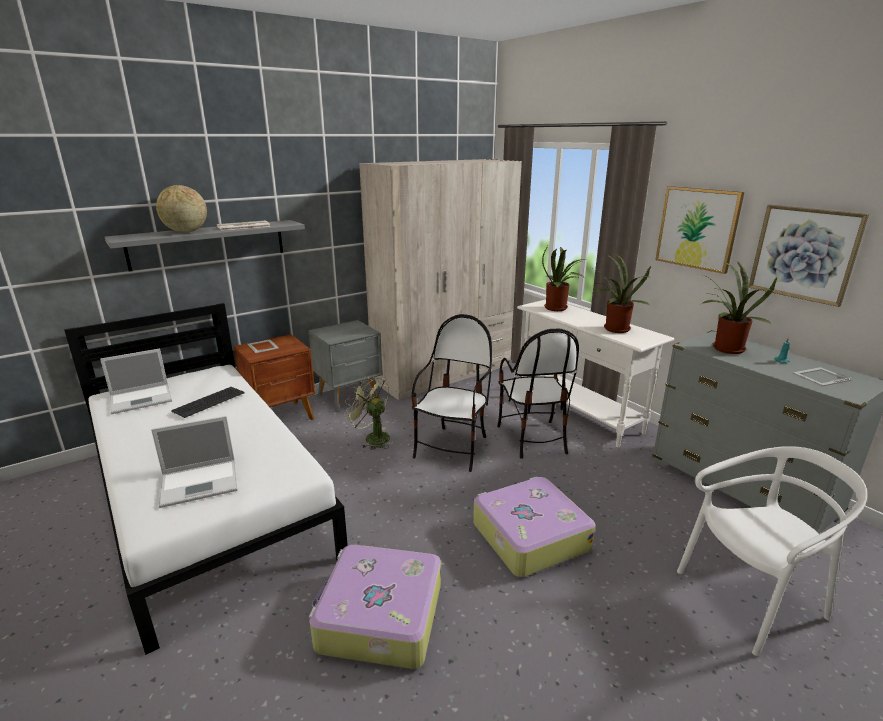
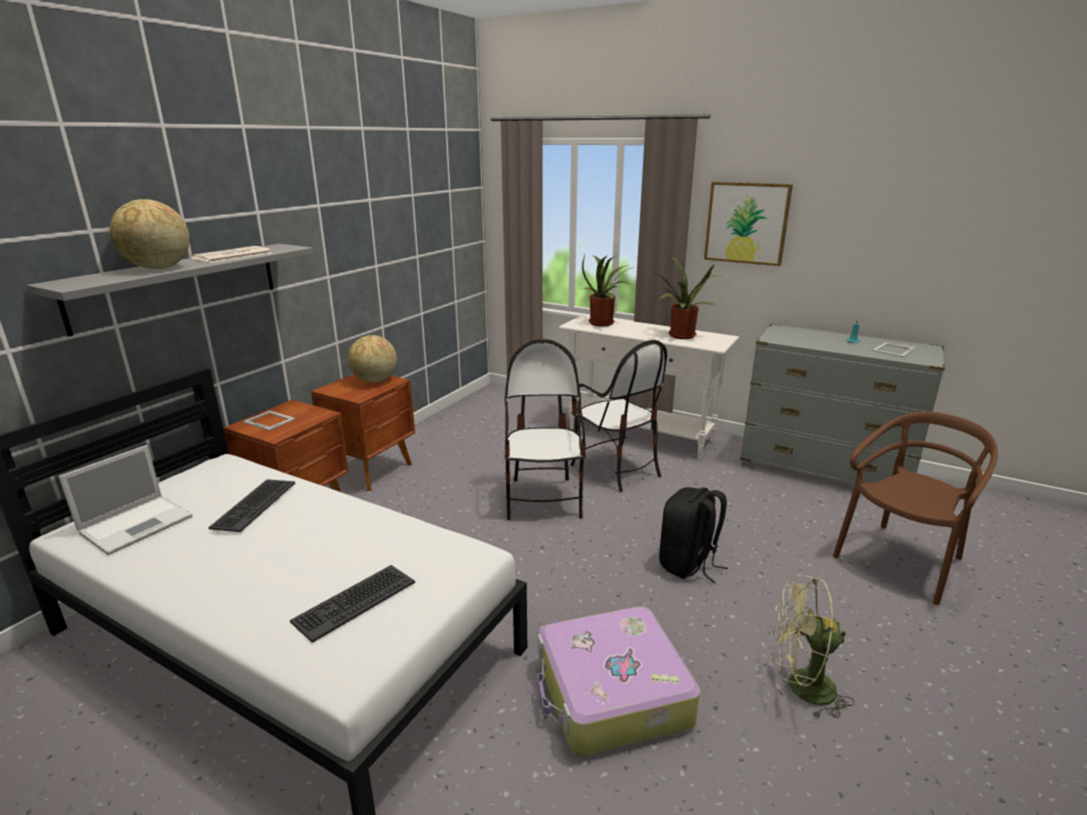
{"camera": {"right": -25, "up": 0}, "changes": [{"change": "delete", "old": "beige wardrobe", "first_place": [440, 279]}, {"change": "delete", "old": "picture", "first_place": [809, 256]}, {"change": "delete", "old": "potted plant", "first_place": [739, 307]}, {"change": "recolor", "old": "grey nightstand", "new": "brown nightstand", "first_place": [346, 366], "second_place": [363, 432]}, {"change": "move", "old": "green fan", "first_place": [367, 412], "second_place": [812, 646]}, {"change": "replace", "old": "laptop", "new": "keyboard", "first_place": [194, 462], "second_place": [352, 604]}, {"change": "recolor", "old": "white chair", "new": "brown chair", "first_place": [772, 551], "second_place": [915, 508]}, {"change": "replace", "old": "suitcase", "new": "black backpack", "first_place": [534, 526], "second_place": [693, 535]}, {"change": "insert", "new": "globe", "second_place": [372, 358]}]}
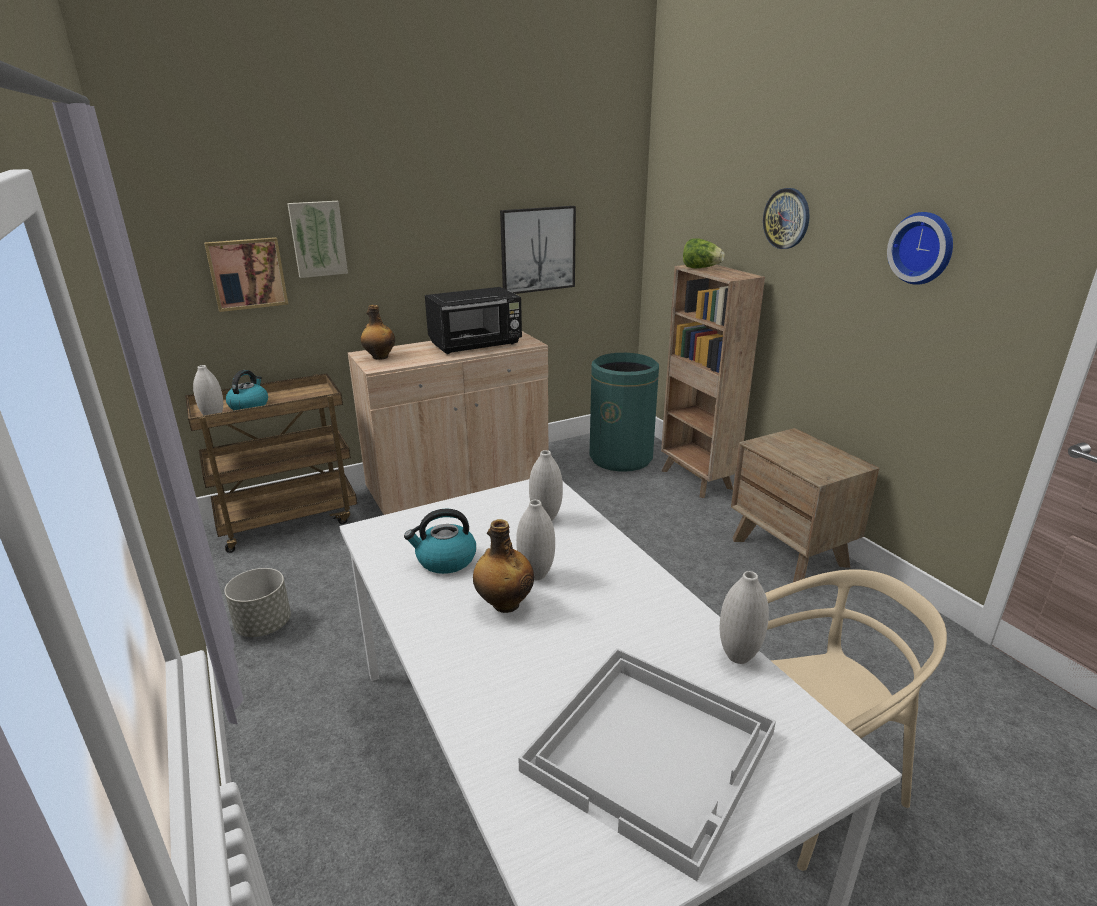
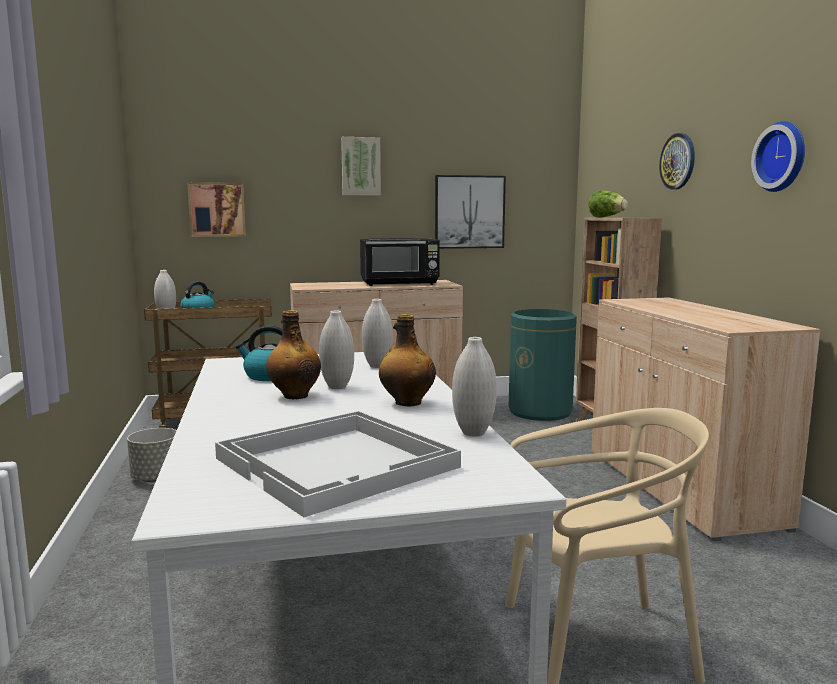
{"camera": {"right": 15, "up": -15}, "changes": [{"change": "move", "old": "picture", "first_place": [317, 239], "second_place": [361, 166]}, {"change": "move", "old": "bottle", "first_place": [378, 332], "second_place": [407, 360]}, {"change": "replace", "old": "brown nightstand", "new": "beige cabinet", "first_place": [805, 505], "second_place": [706, 419]}]}
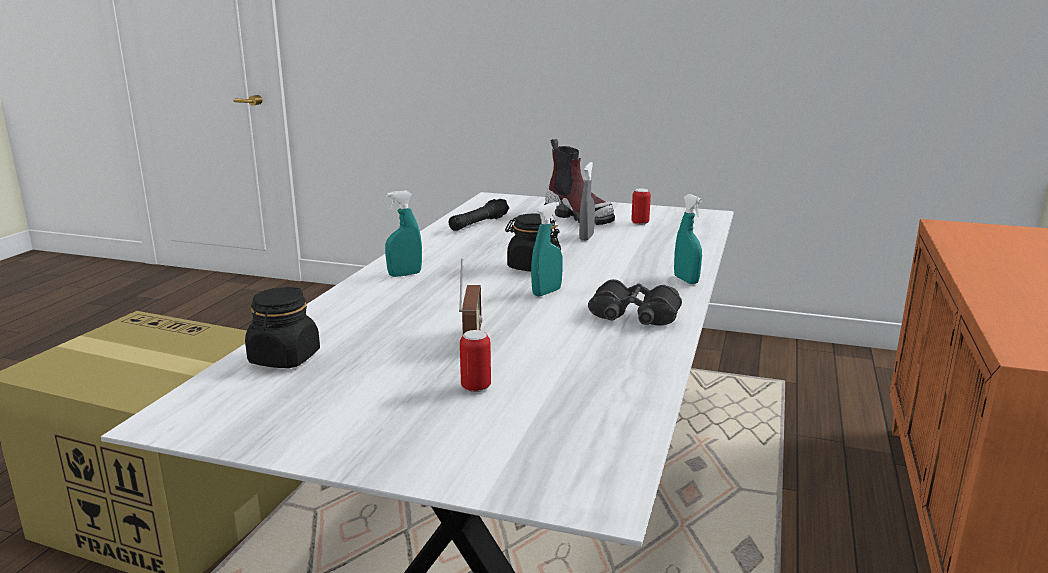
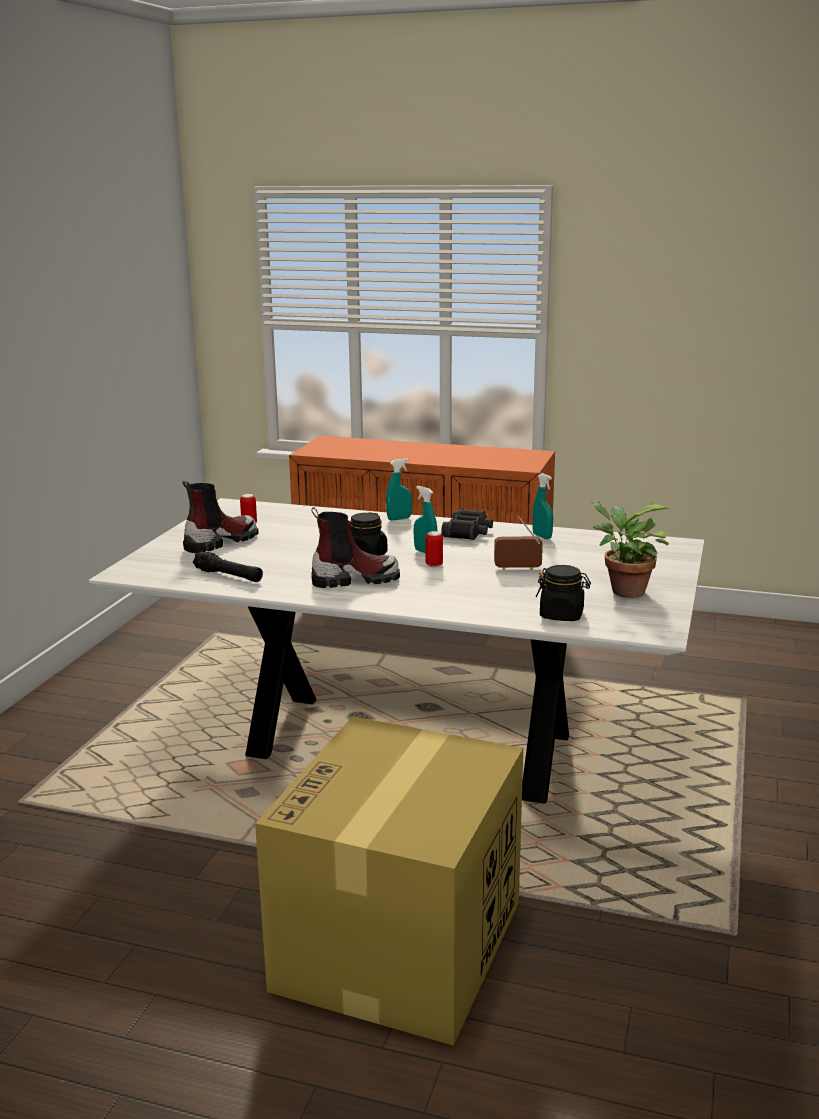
{"camera": {"right": -90, "up": 0}, "changes": [{"change": "delete", "old": "grey spray bottle", "first_place": [587, 201]}, {"change": "move", "old": "turquoise spray bottle", "first_place": [403, 234], "second_place": [542, 506]}, {"change": "move", "old": "can", "first_place": [475, 361], "second_place": [434, 549]}, {"change": "insert", "new": "potted plant", "second_place": [630, 550]}, {"change": "insert", "new": "boot", "second_place": [355, 547]}]}
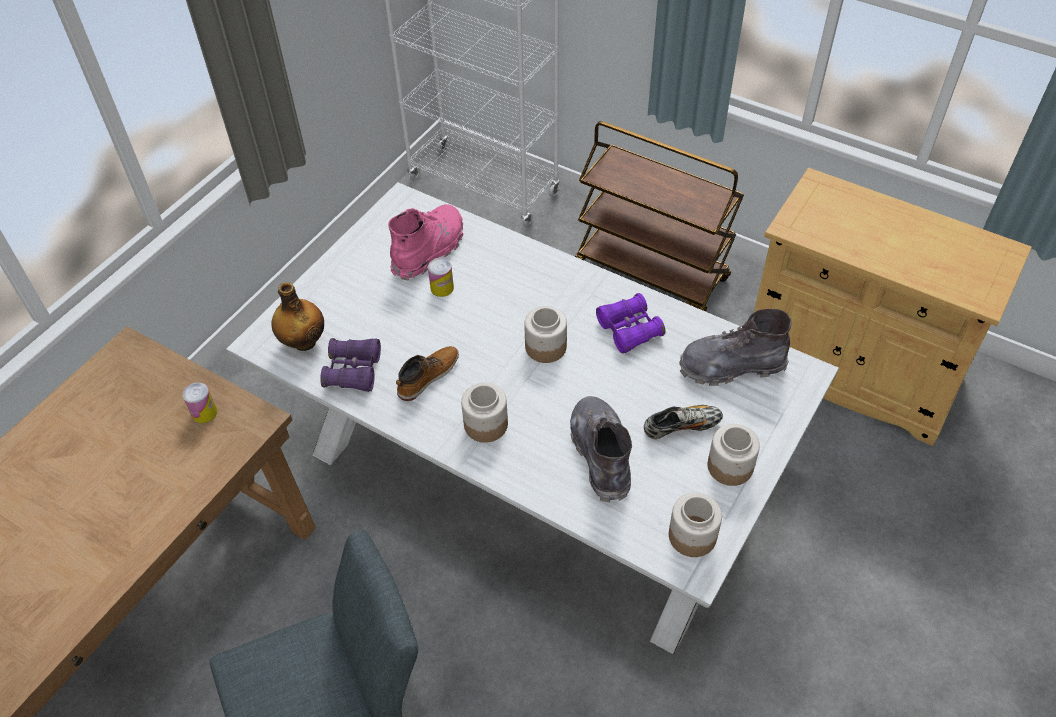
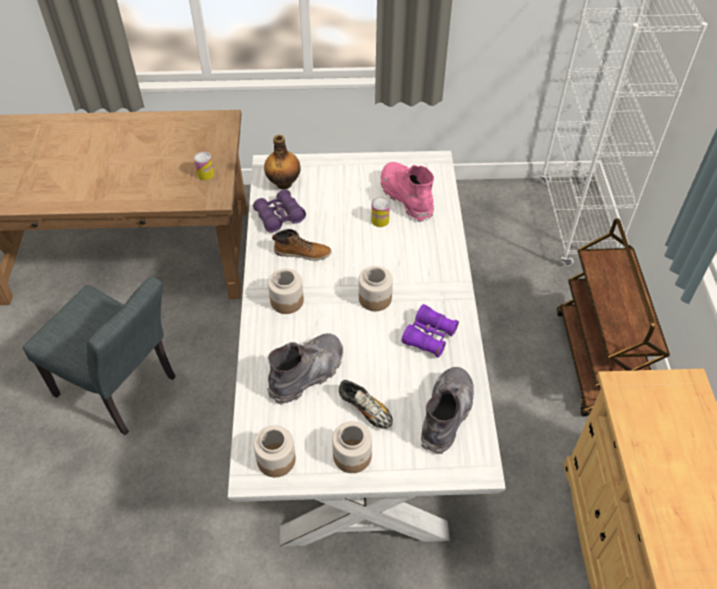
{"camera": {"right": 55, "up": 0}, "changes": [{"change": "rotate", "old": "pink boot", "first_place": [425, 242], "second_place": [407, 191], "degrees": -120}, {"change": "rotate", "old": "grey boot", "first_place": [735, 347], "second_place": [447, 410], "degrees": 60}]}
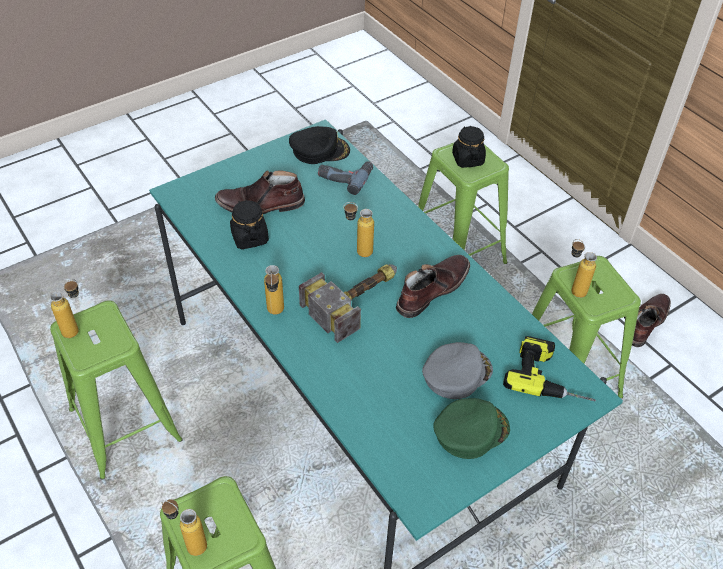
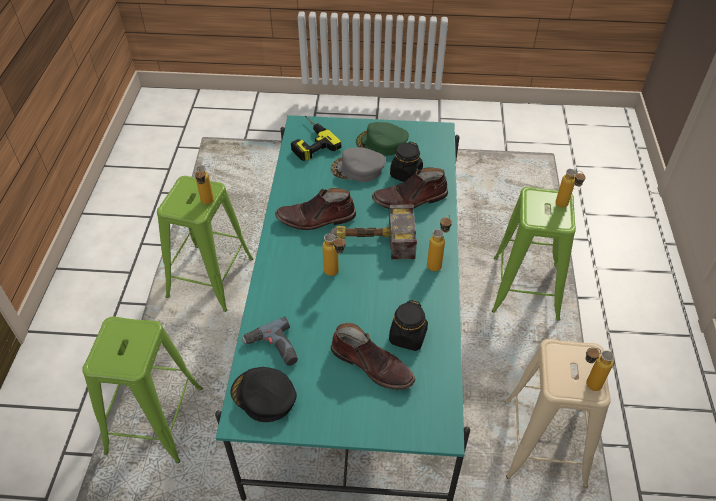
{"camera": {"right": -140, "up": 0}, "changes": [{"change": "move", "old": "black jar", "first_place": [469, 147], "second_place": [406, 162]}, {"change": "move", "old": "brown boot", "first_place": [651, 320], "second_place": [410, 188]}, {"change": "recolor", "old": "green stool", "new": "beige stool", "first_place": [116, 390], "second_place": [558, 413]}]}
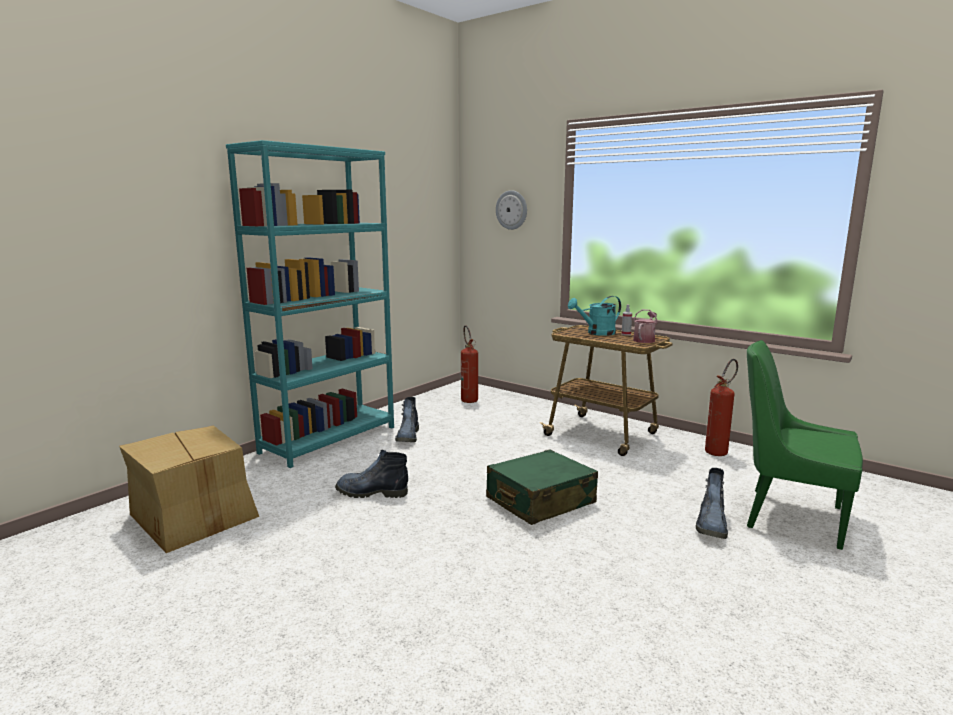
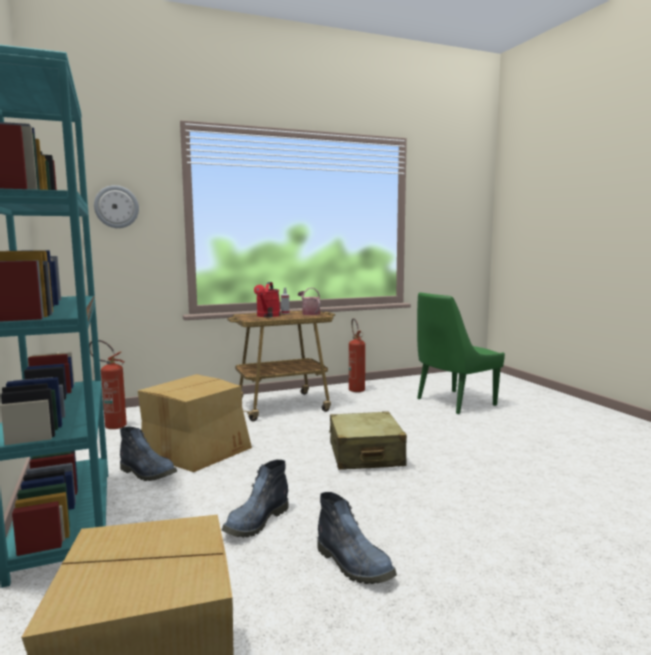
{"camera": {"right": -60, "up": -5}, "changes": [{"change": "recolor", "old": "turquoise watering can", "new": "red watering can", "first_place": [594, 316], "second_place": [267, 299]}, {"change": "recolor", "old": "green suitcase", "new": "beige suitcase", "first_place": [542, 487], "second_place": [368, 440]}, {"change": "move", "old": "boot", "first_place": [712, 503], "second_place": [357, 538]}, {"change": "insert", "new": "cardboard box", "second_place": [195, 423]}]}
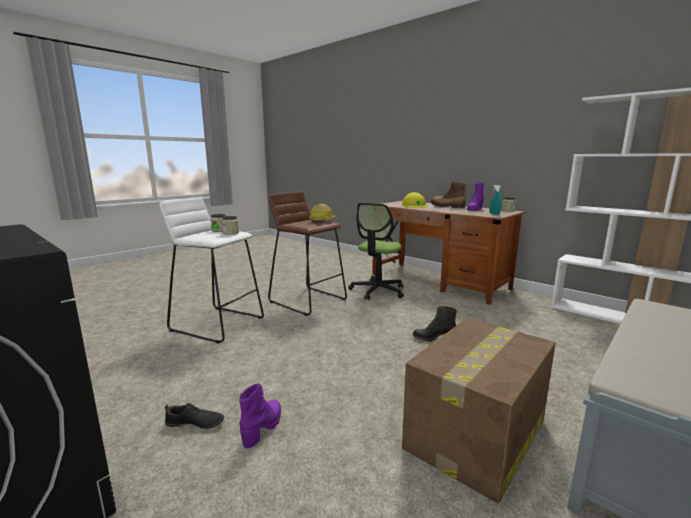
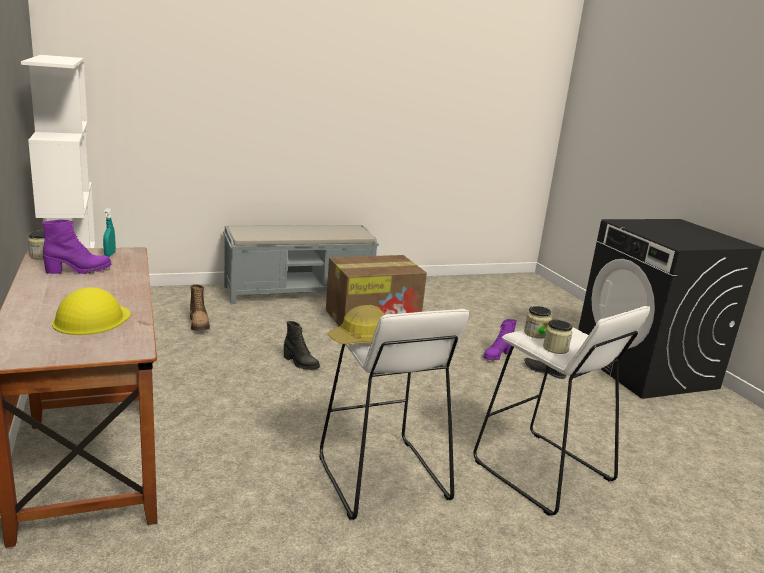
{"camera": {"right": -155, "up": 5}, "changes": [{"change": "move", "old": "boot", "first_place": [448, 194], "second_place": [200, 307]}, {"change": "recolor", "old": "brown stool", "new": "white stool", "first_place": [307, 254], "second_place": [394, 414]}, {"change": "delete", "old": "office chair", "first_place": [376, 251]}]}
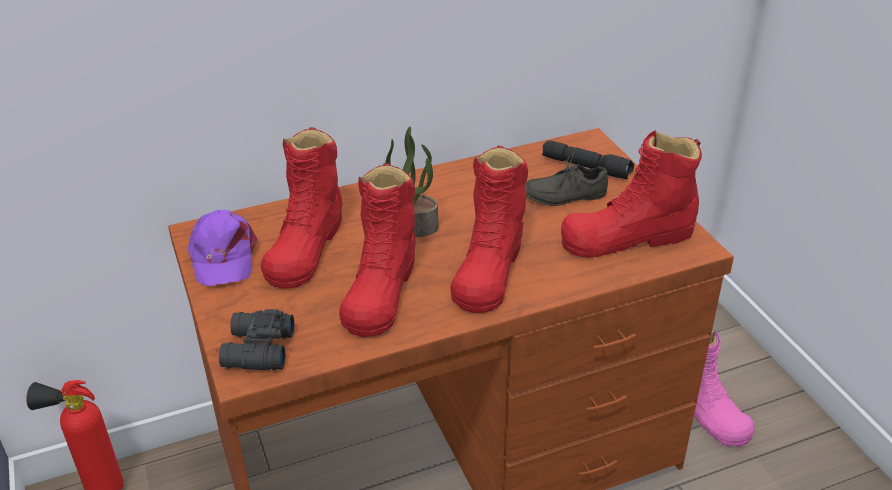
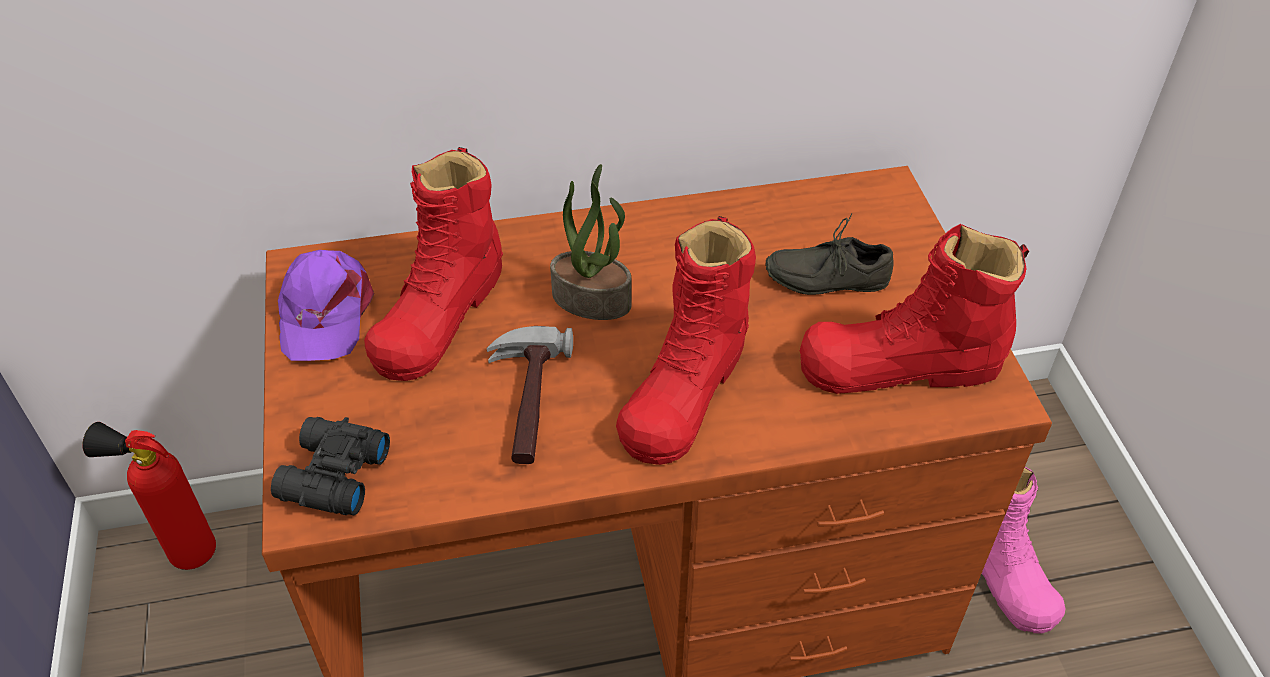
{"camera": {"right": 10, "up": 10}, "changes": [{"change": "delete", "old": "black flashlight", "first_place": [588, 159]}, {"change": "replace", "old": "red boot", "new": "hammer", "first_place": [377, 250], "second_place": [530, 395]}]}
